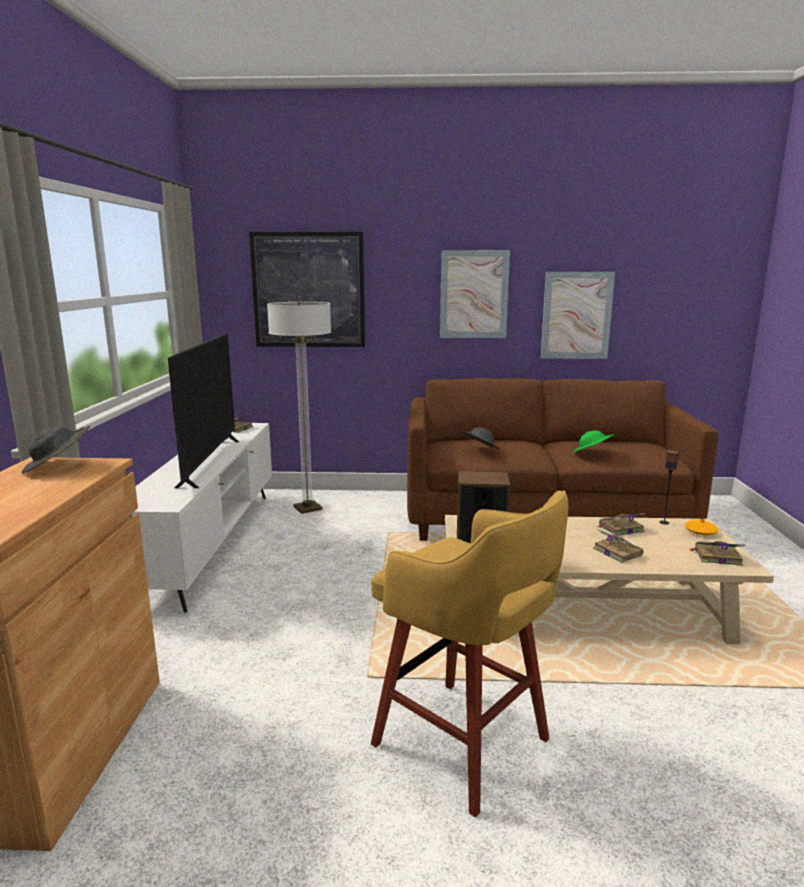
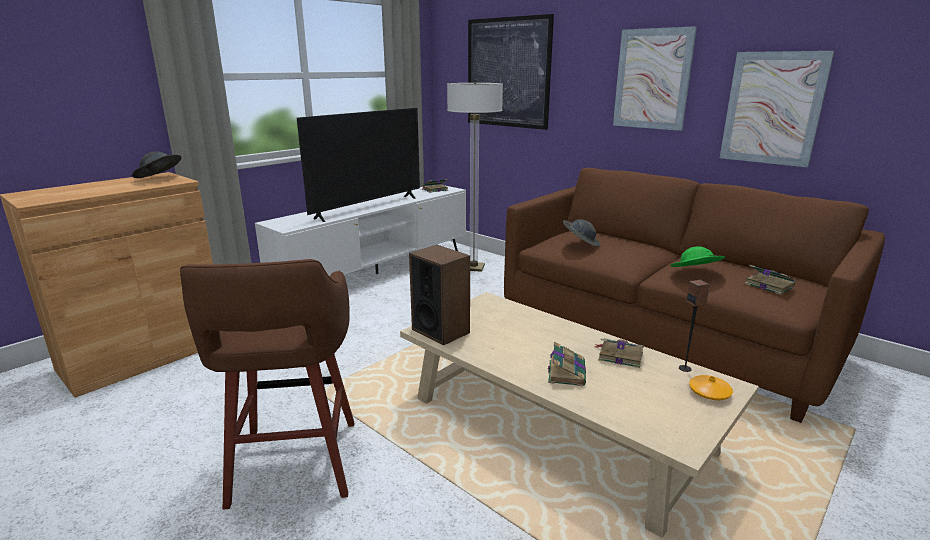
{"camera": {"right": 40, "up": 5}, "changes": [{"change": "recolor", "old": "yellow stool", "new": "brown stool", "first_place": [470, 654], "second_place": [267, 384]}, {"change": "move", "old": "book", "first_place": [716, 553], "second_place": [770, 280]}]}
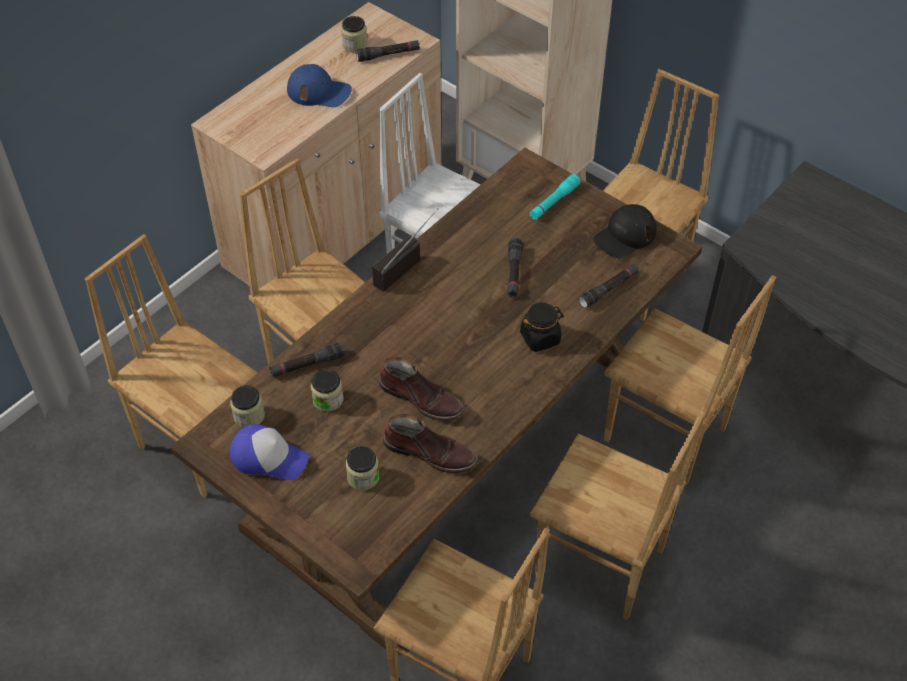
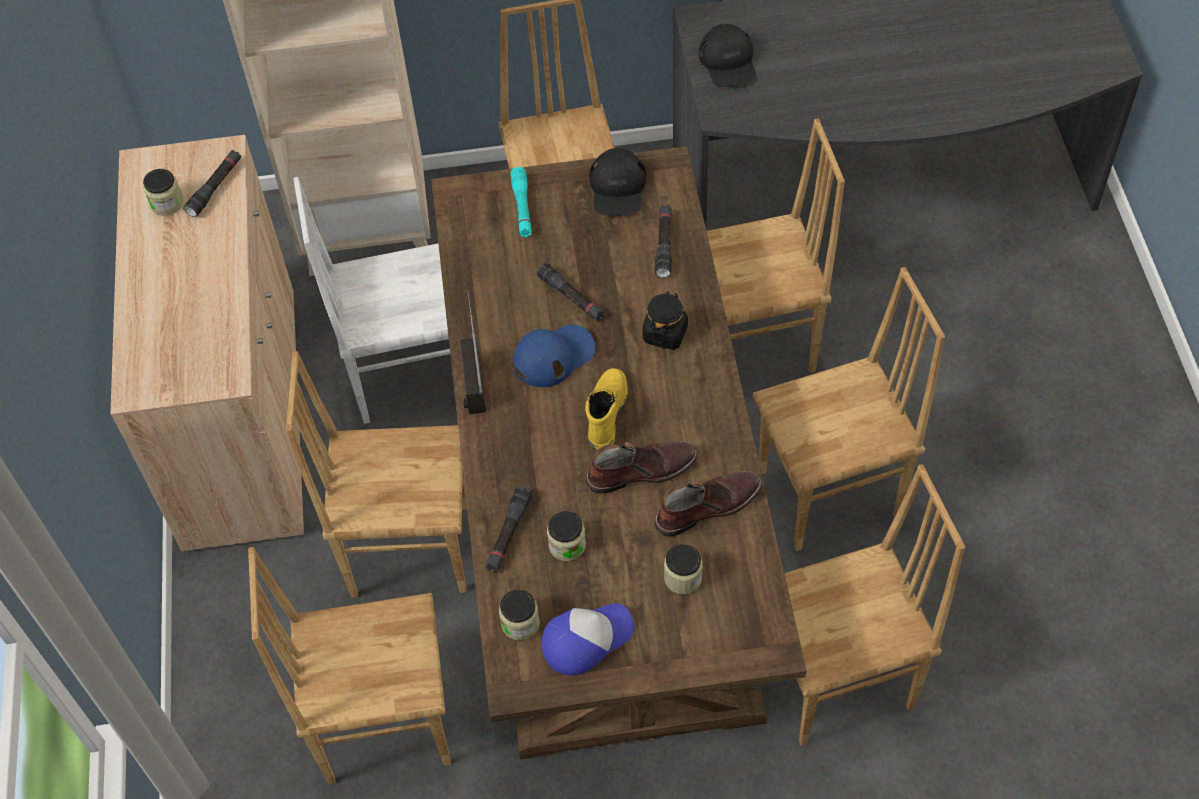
{"camera": {"right": -45, "up": 5}, "changes": [{"change": "move", "old": "blue cap", "first_place": [319, 85], "second_place": [554, 355]}, {"change": "insert", "new": "black cap", "second_place": [728, 55]}, {"change": "insert", "new": "yellow boot", "second_place": [606, 409]}]}
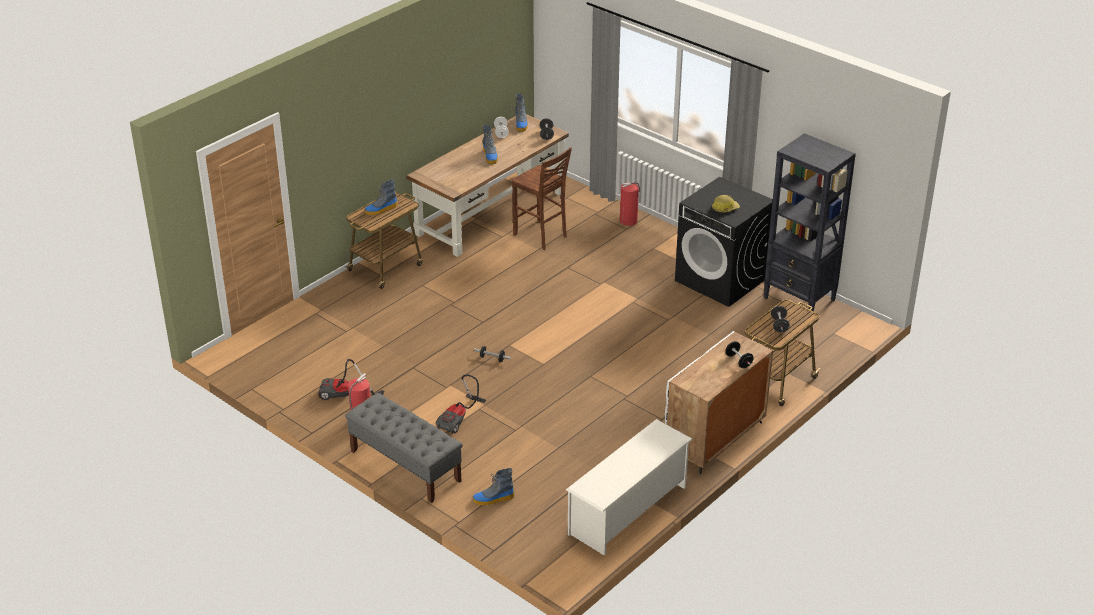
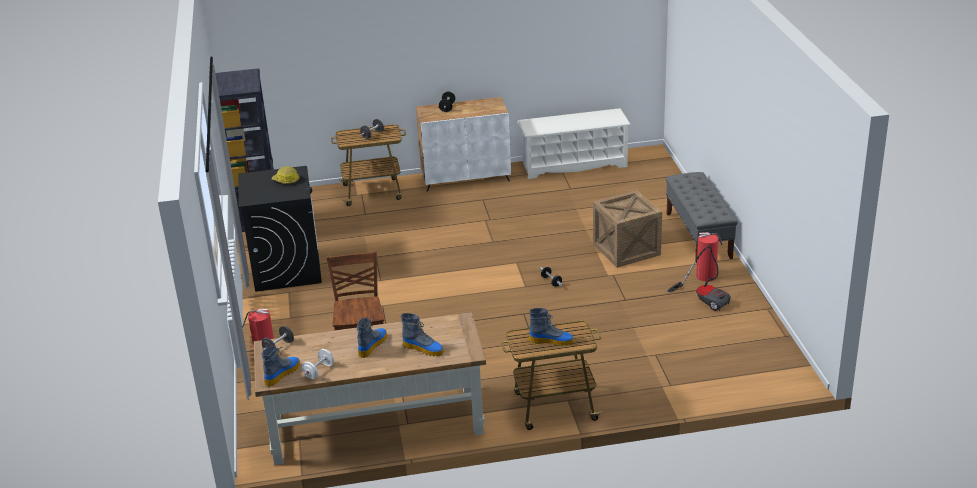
{"camera": {"right": -140, "up": -5}, "changes": [{"change": "replace", "old": "vacuum cleaner", "new": "crate", "first_place": [461, 404], "second_place": [627, 229]}, {"change": "move", "old": "boot", "first_place": [493, 487], "second_place": [422, 335]}]}
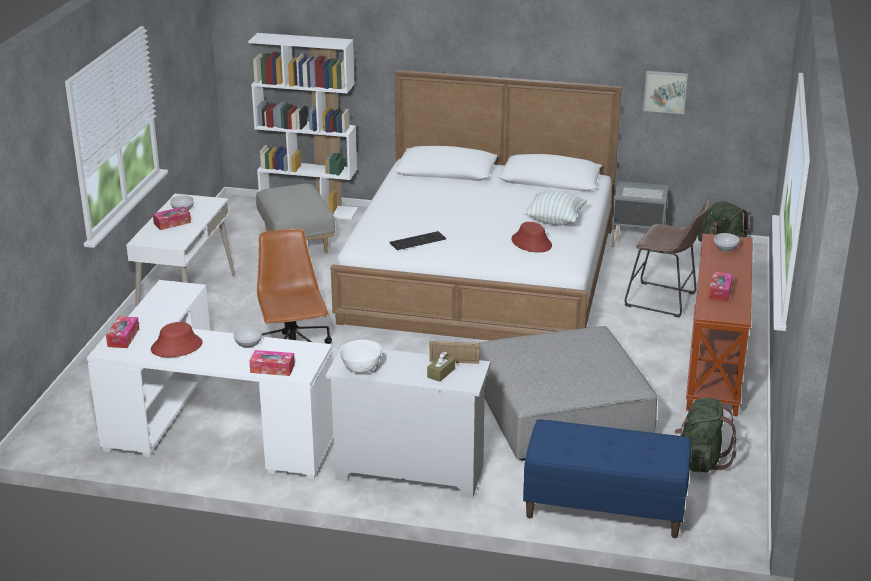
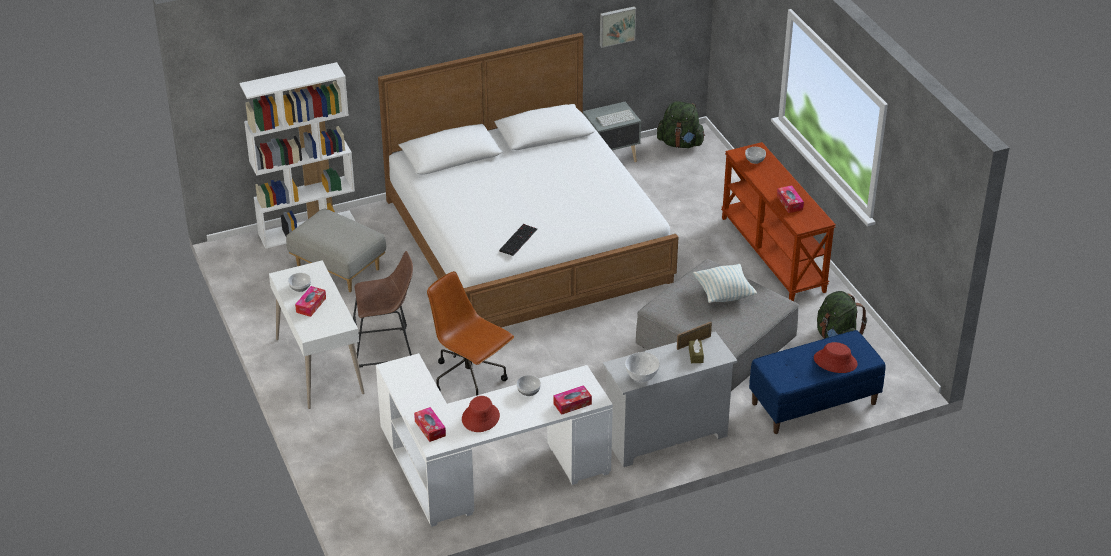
{"camera": {"right": -35, "up": 10}, "changes": [{"change": "move", "old": "pillow", "first_place": [555, 208], "second_place": [725, 283]}, {"change": "move", "old": "brown stool", "first_place": [667, 259], "second_place": [383, 309]}, {"change": "move", "old": "red hat", "first_place": [531, 237], "second_place": [836, 357]}]}
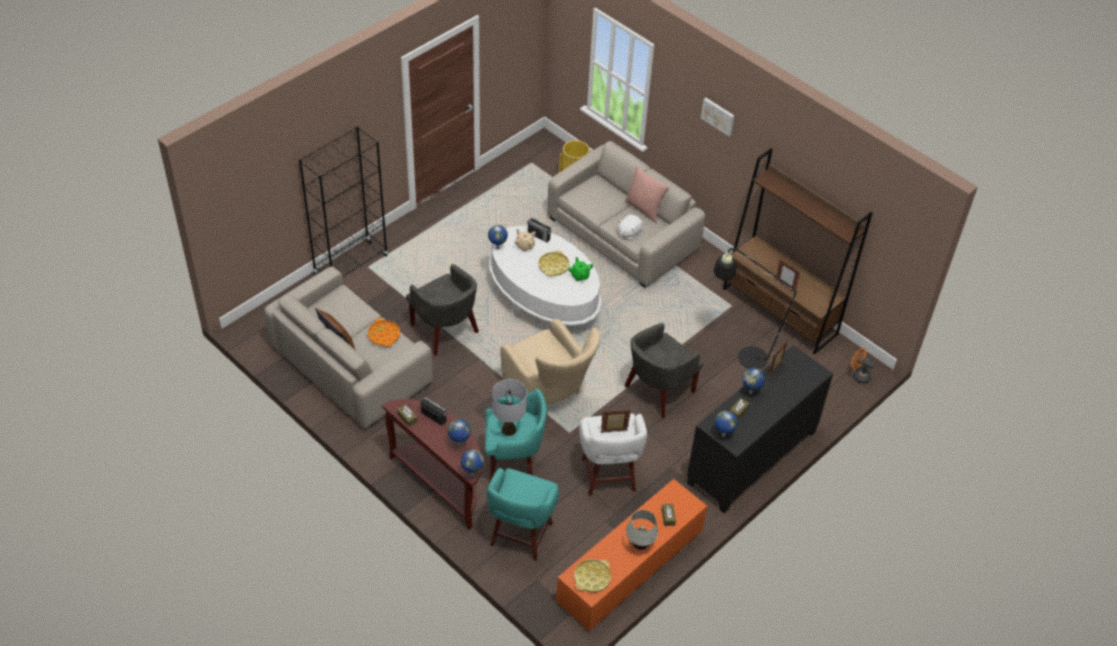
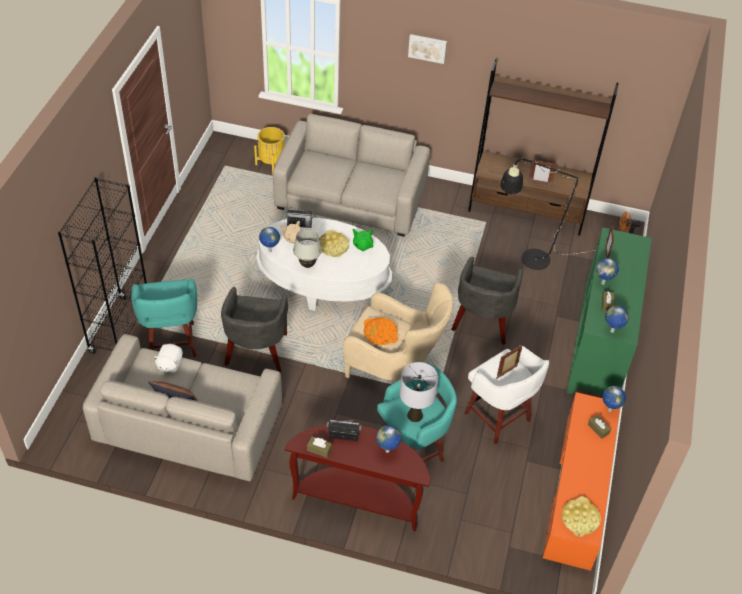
{"camera": {"right": -30, "up": 0}, "changes": [{"change": "delete", "old": "pink pillow", "first_place": [647, 194]}, {"change": "move", "old": "white plush toy", "first_place": [630, 227], "second_place": [168, 358]}, {"change": "rotate", "old": "grey armchair", "first_place": [442, 309], "second_place": [254, 329], "degrees": 75}, {"change": "move", "old": "orange tray", "first_place": [384, 332], "second_place": [381, 331]}, {"change": "recolor", "old": "black cabinet", "new": "green cabinet", "first_place": [760, 429], "second_place": [609, 311]}, {"change": "move", "old": "globe", "first_place": [472, 462], "second_place": [614, 399]}, {"change": "move", "old": "turquoise stool", "first_place": [523, 514], "second_place": [164, 317]}, {"change": "move", "old": "white table lamp", "first_place": [642, 530], "second_place": [307, 248]}]}
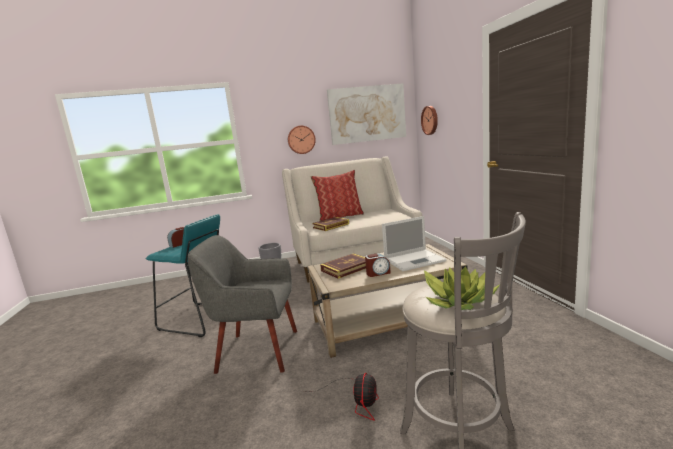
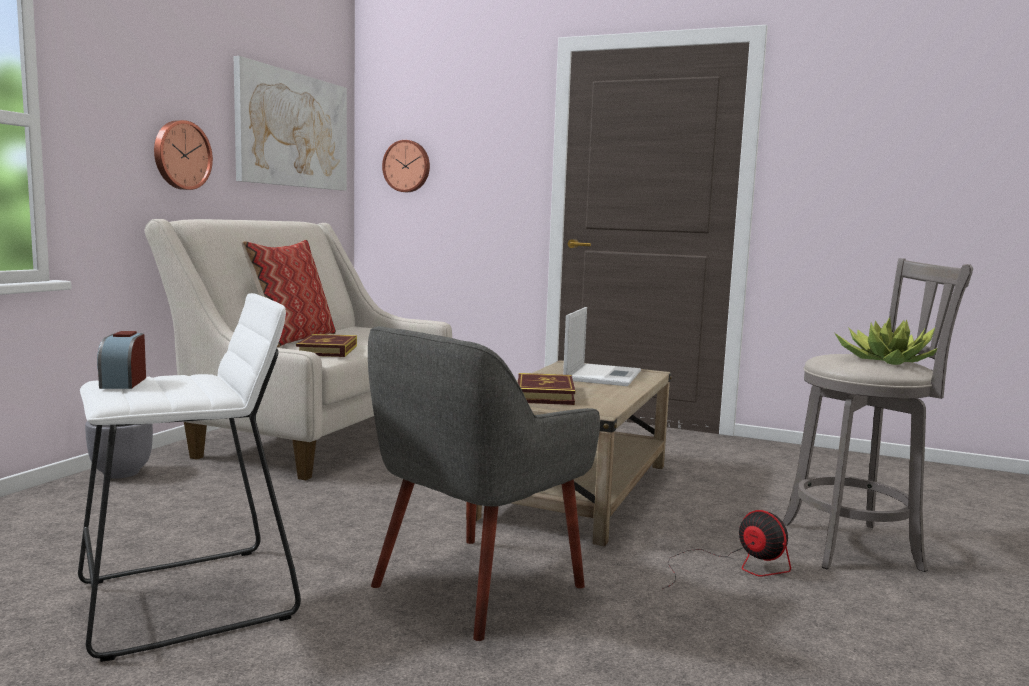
{"camera": {"right": -55, "up": -5}, "changes": [{"change": "recolor", "old": "turquoise stool", "new": "white stool", "first_place": [183, 275], "second_place": [189, 477]}, {"change": "delete", "old": "alarm clock", "first_place": [378, 265]}]}
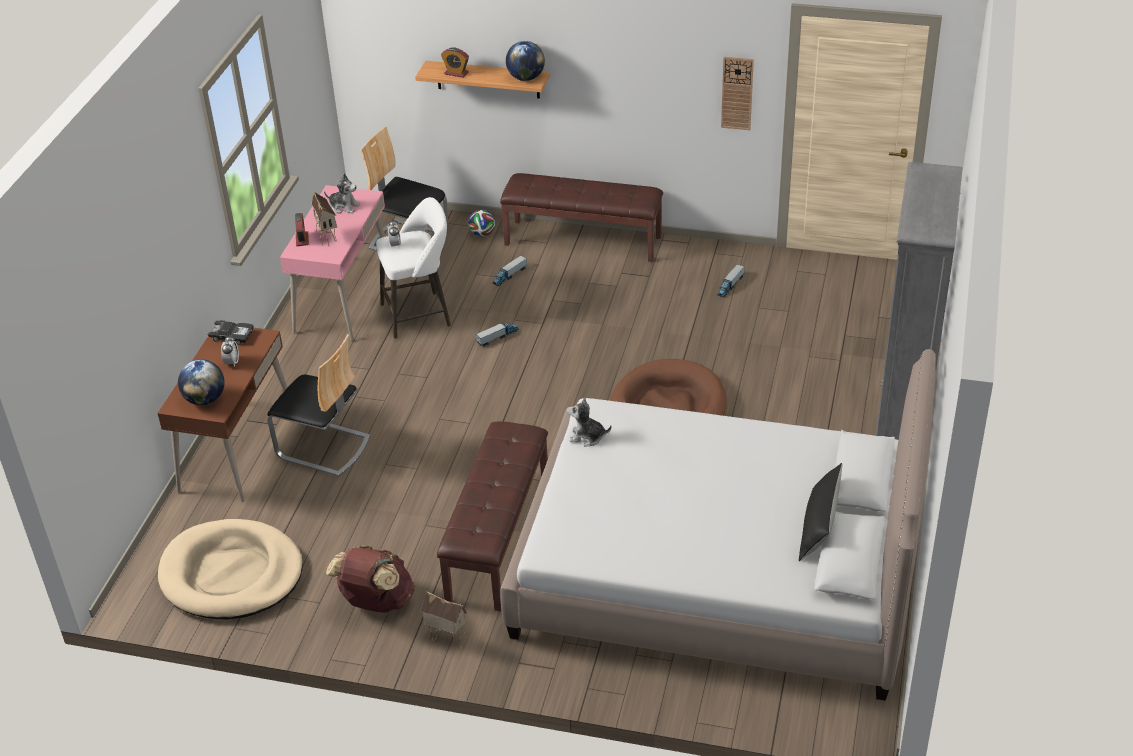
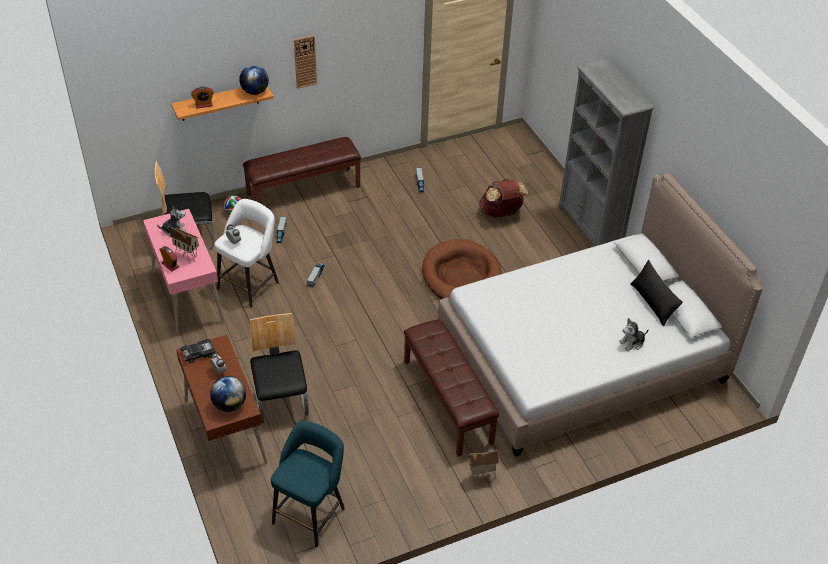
{"camera": {"right": -40, "up": 5}, "changes": [{"change": "move", "old": "wall clock", "first_place": [737, 93], "second_place": [305, 62]}, {"change": "rotate", "old": "chair", "first_place": [318, 405], "second_place": [279, 368], "degrees": -90}, {"change": "move", "old": "plush toy", "first_place": [589, 422], "second_place": [634, 334]}, {"change": "replace", "old": "beige dog bed", "new": "turquoise stool", "first_place": [230, 569], "second_place": [308, 484]}, {"change": "move", "old": "brown backpack", "first_place": [370, 579], "second_place": [503, 198]}]}
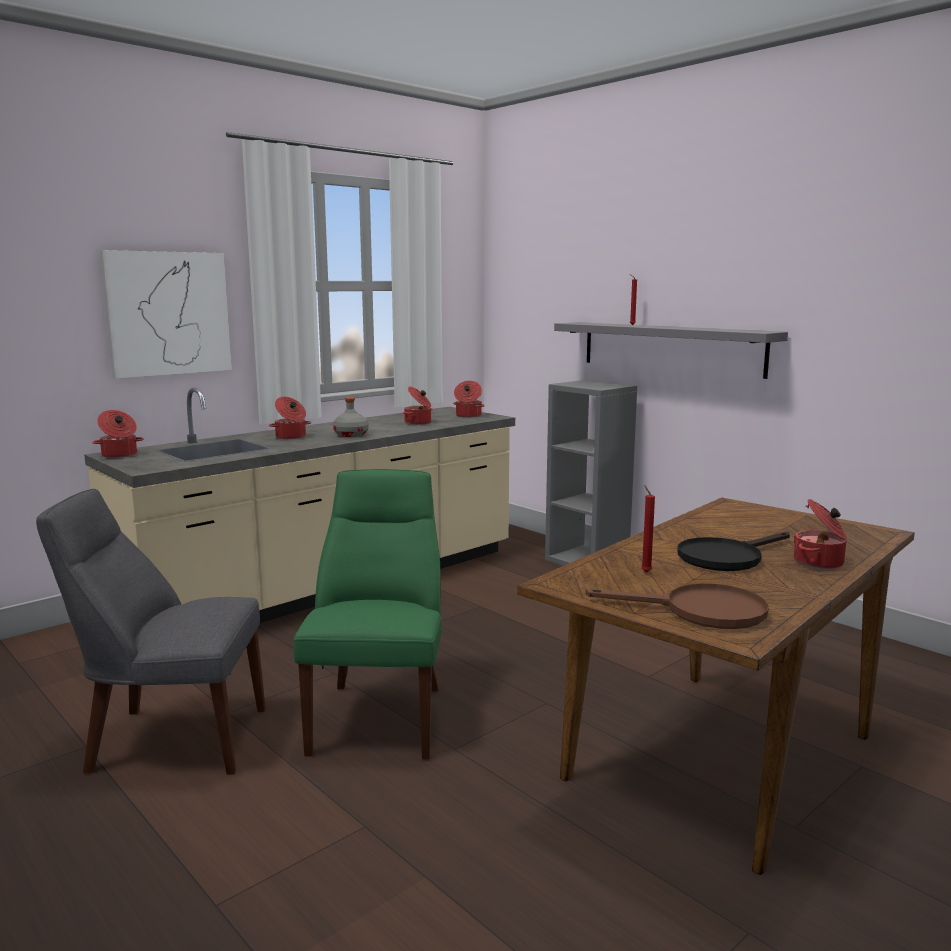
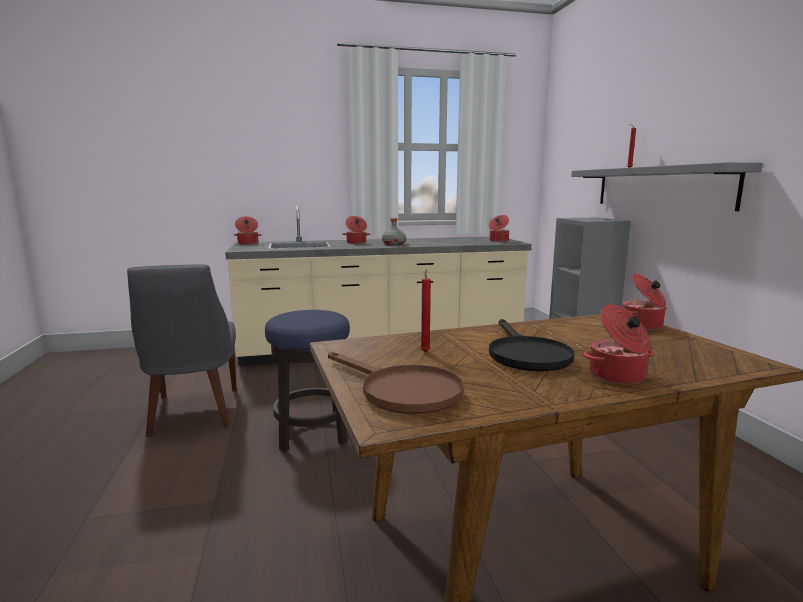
{"camera": {"right": 30, "up": 0}, "changes": [{"change": "delete", "old": "picture", "first_place": [166, 314]}, {"change": "move", "old": "cooking pot", "first_place": [417, 405], "second_place": [644, 301]}, {"change": "replace", "old": "green chair", "new": "stool", "first_place": [368, 614], "second_place": [307, 381]}, {"change": "rotate", "old": "grey chair", "first_place": [151, 632], "second_place": [182, 350], "degrees": -135}, {"change": "rotate", "old": "black frying pan", "first_place": [733, 551], "second_place": [532, 345], "degrees": -90}]}
